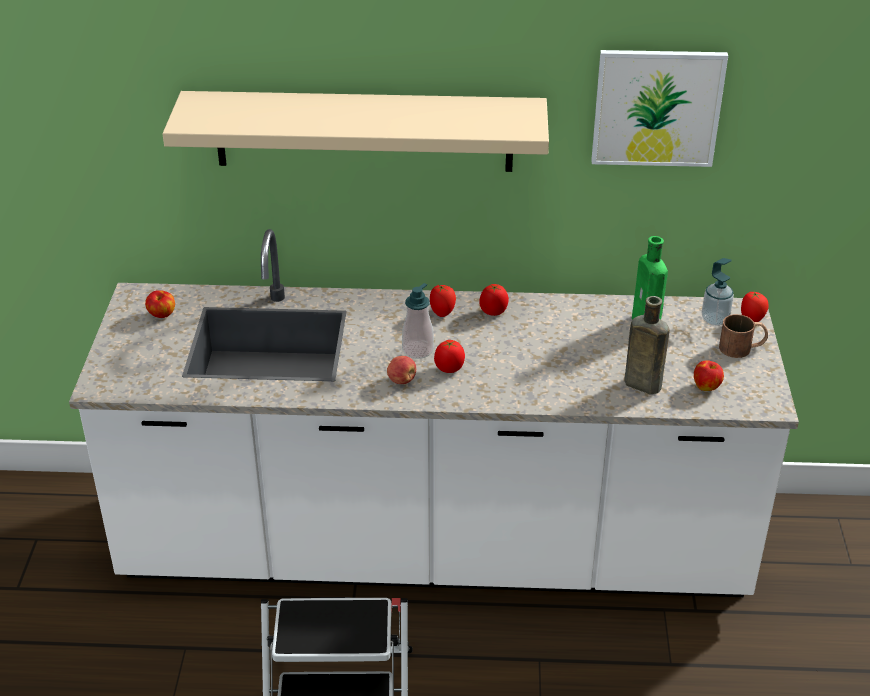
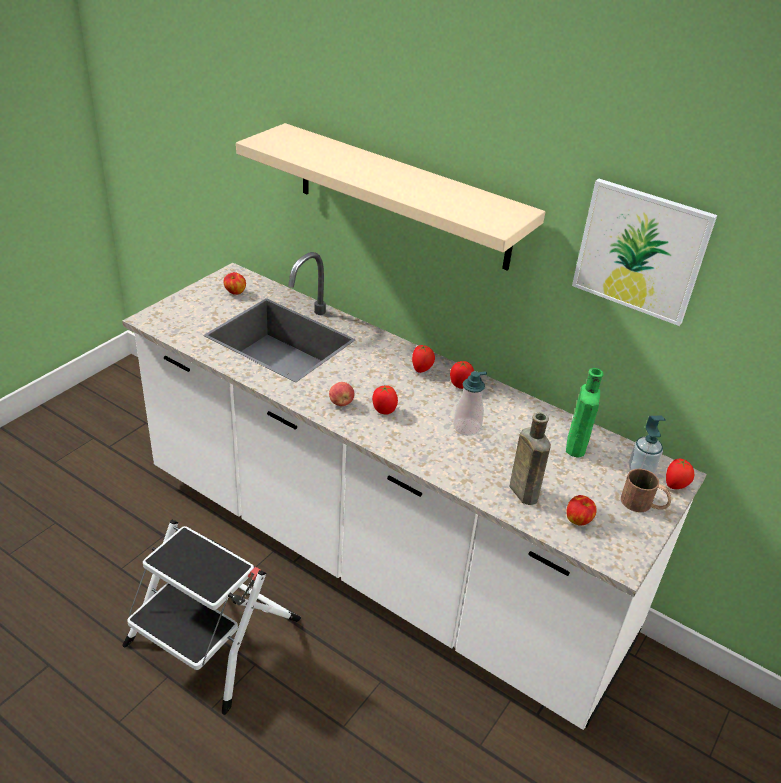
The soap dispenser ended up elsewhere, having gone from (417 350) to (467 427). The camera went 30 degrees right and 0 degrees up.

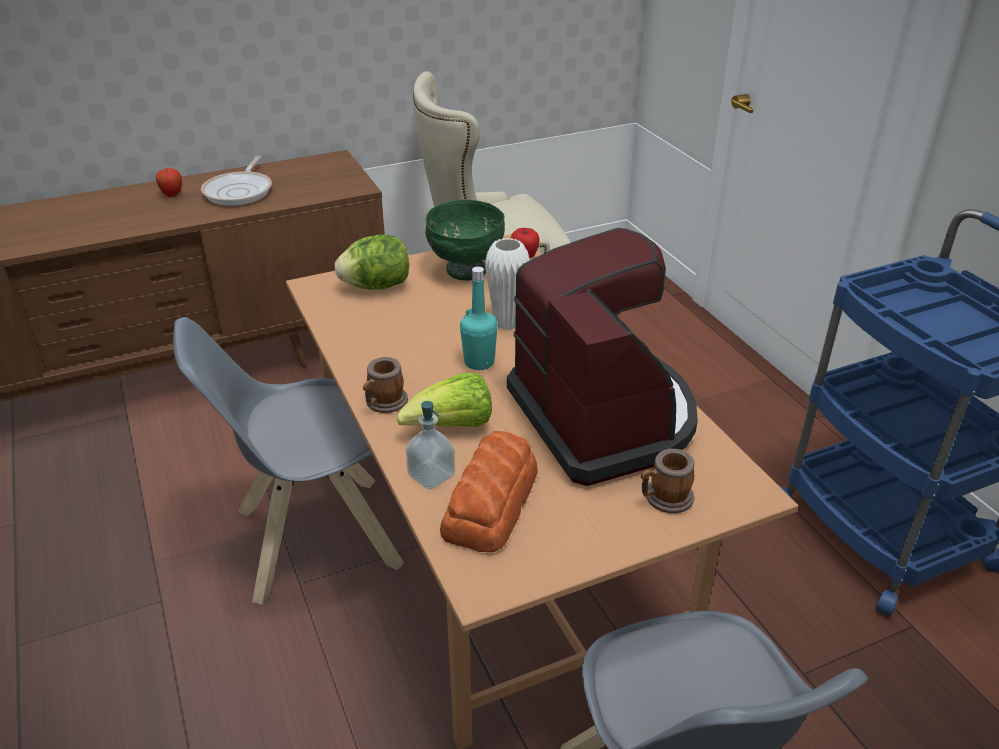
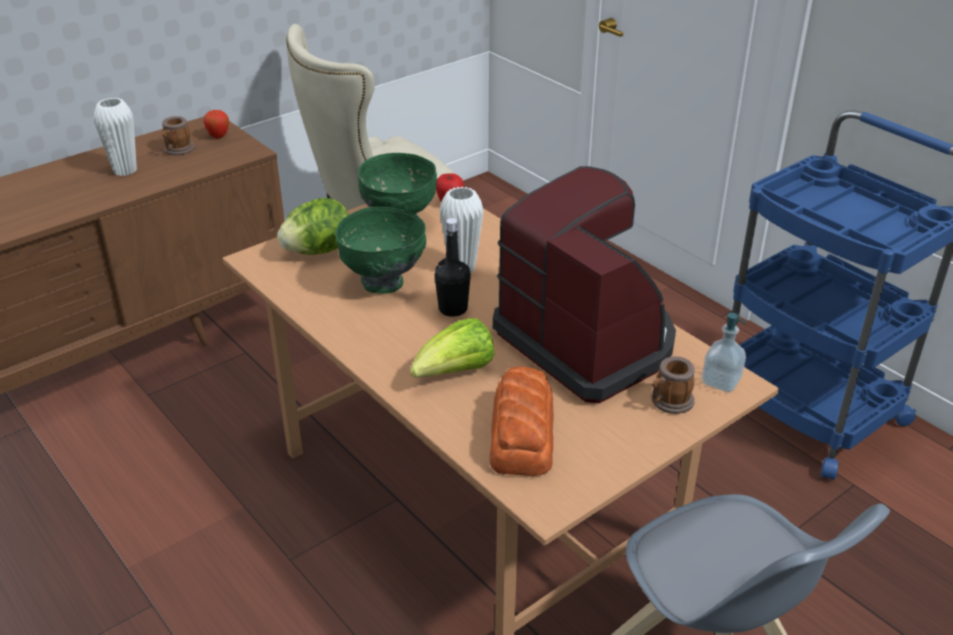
Where the frying pan stood at (240 191), the white vase came to stand at (125 170). The mug ended up elsewhere, having gone from (384 403) to (177 150). The apple ended up elsewhere, having gone from (172 195) to (218 136). The second view gained the green bowl at (383 283). What was the turquoise bottle at (479 362) turned into the black bottle at (453 309). The soap dispenser ended up elsewhere, having gone from (431 476) to (721 381). The second view lost the grey chair at (312 539). The camera went 15 degrees left and 0 degrees up.

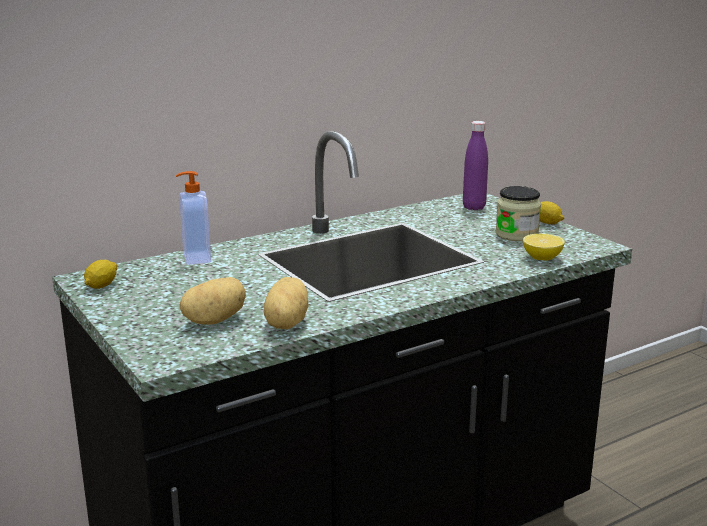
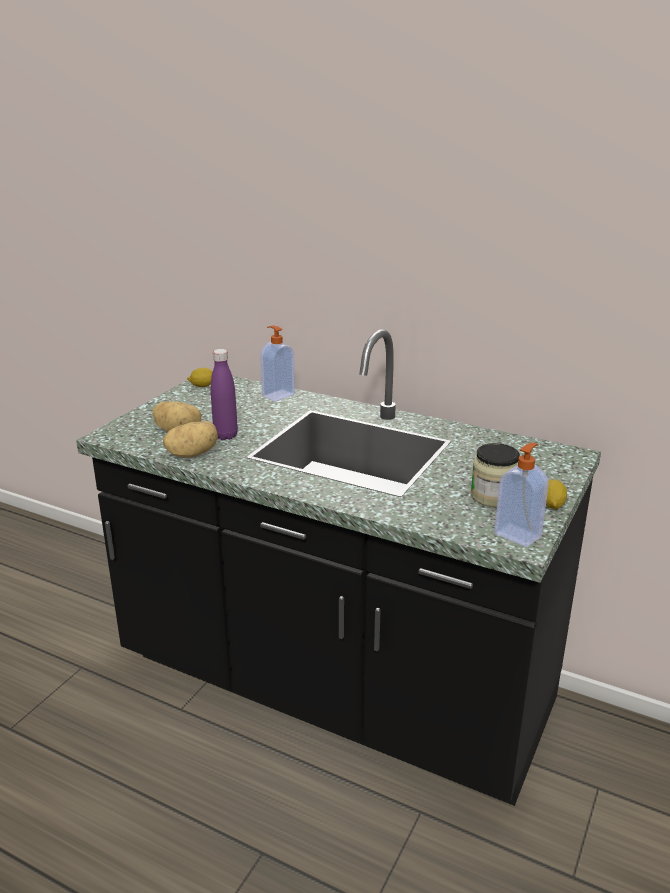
The purple bottle ended up elsewhere, having gone from (474 207) to (225 436). The second view gained the soap dispenser at (518 534). The second view lost the lemon at (542 258). The camera went 60 degrees right and 5 degrees up.

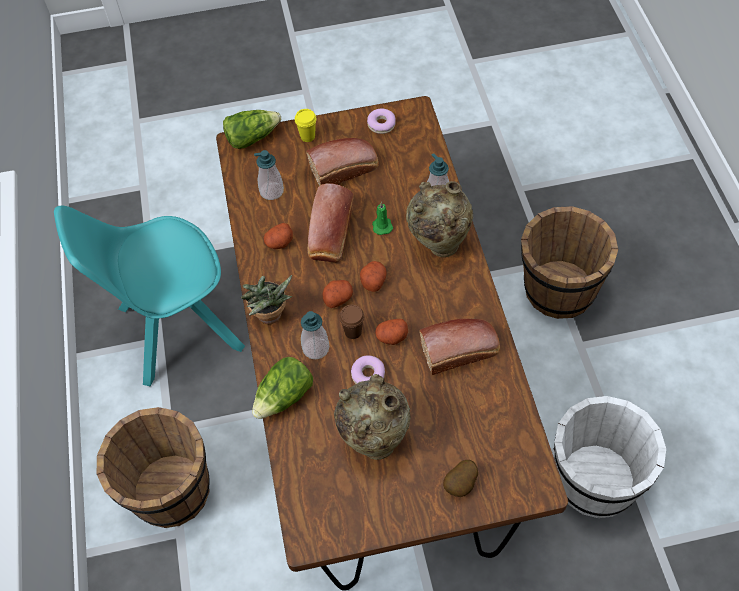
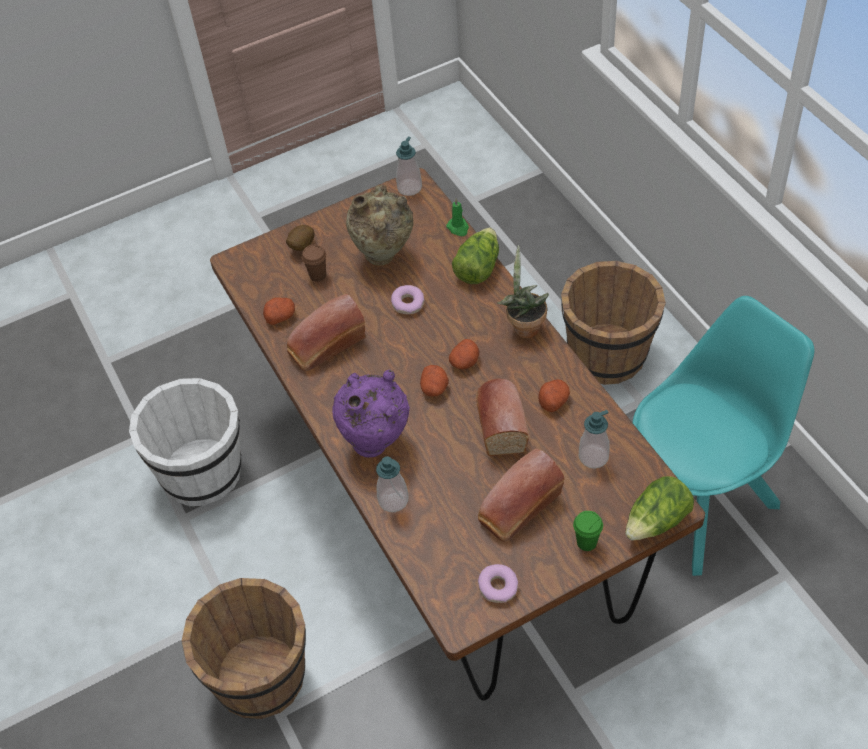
The potato ended up elsewhere, having gone from (391 337) to (280 316). The brown cup ended up elsewhere, having gone from (353 332) to (318 275). What was the beige vase at (438 245) turned into the purple vase at (376 443). The soap dispenser ended up elsewhere, having gone from (315 348) to (409 188). The green candle ended up elsewhere, having gone from (382 225) to (458 228). What was the yellow cup at (307 136) turned into the green cup at (586 542). The camera went 165 degrees right and 5 degrees down.

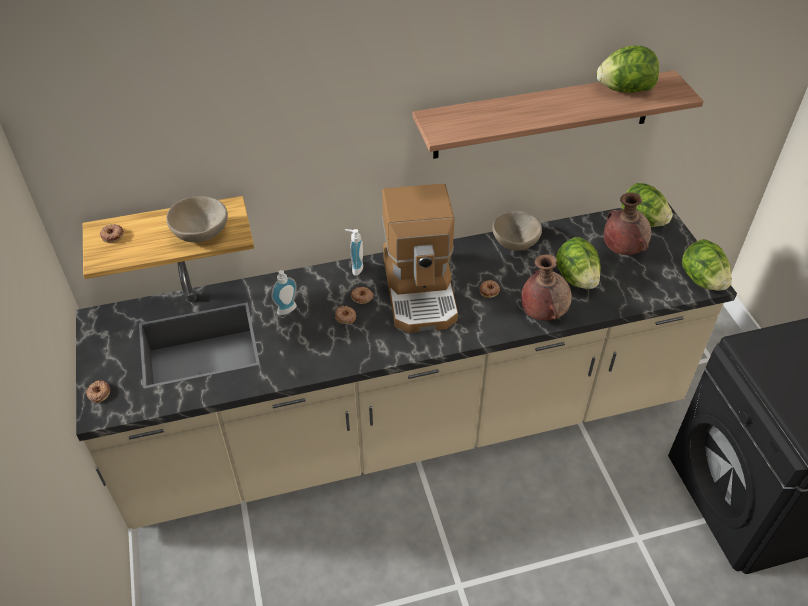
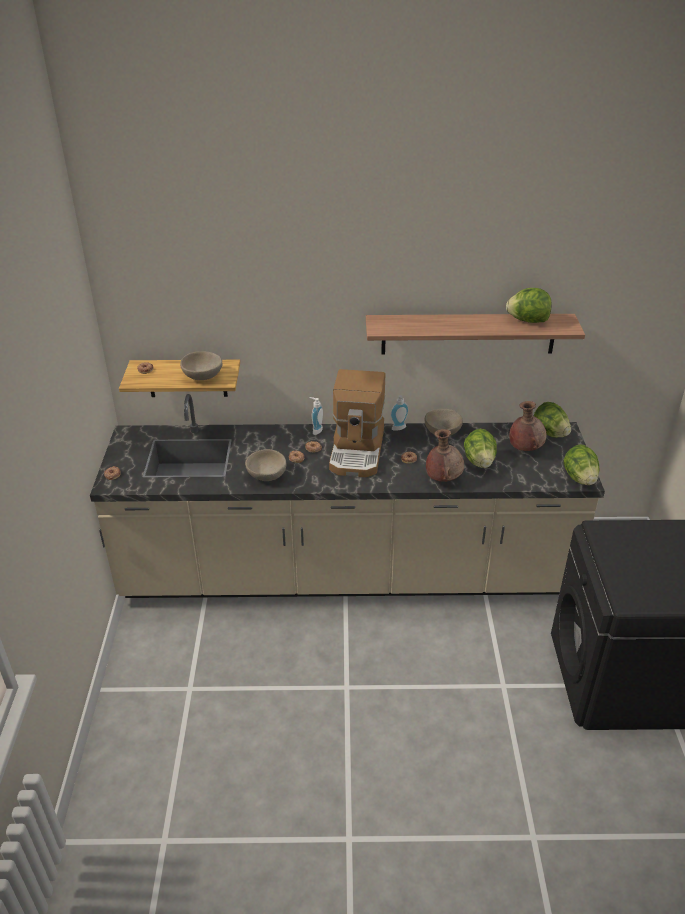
The second view gained the beige bowl at (266 475). The soap dispenser ended up elsewhere, having gone from (288 311) to (399 429). The camera went 15 degrees right and 10 degrees down.

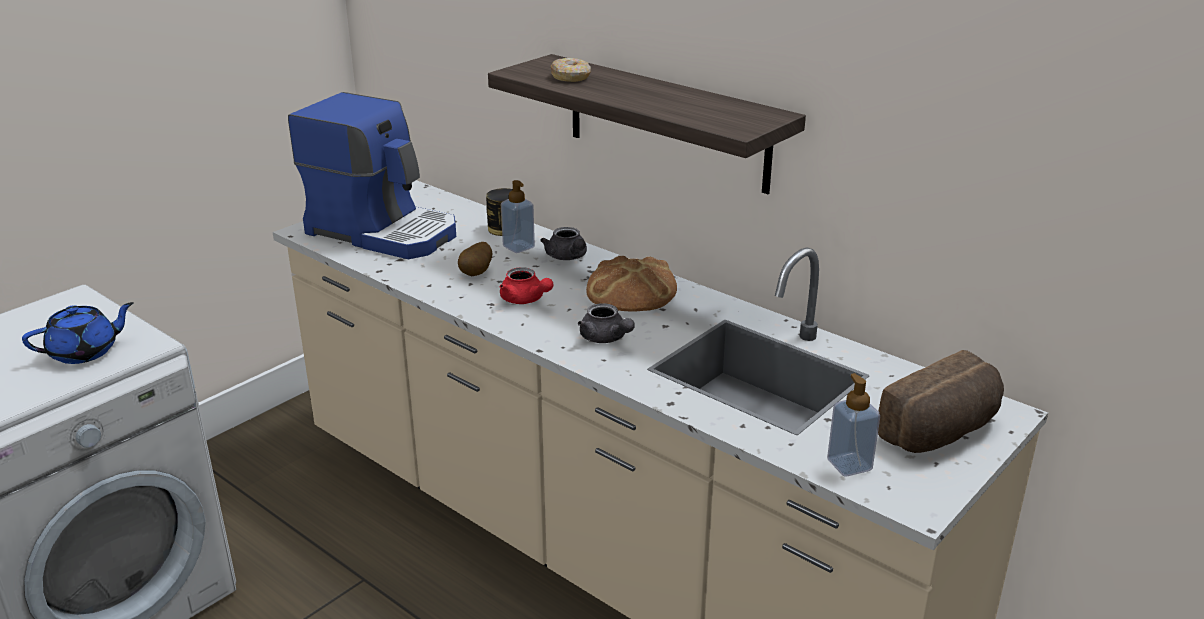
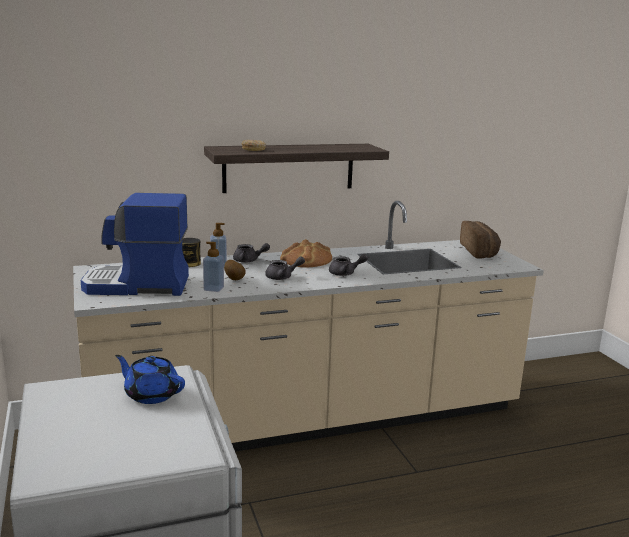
The coffee machine at (384 231) ended up facing another way, 150 degrees counterclockwise from before. The blue teapot at (85 352) ended up facing another way, 60 degrees counterclockwise from before. The soap dispenser ended up elsewhere, having gone from (849 465) to (213 289). What was the red teapot at (525 300) turned into the grey teapot at (283 277). The camera went 60 degrees left and 10 degrees down.

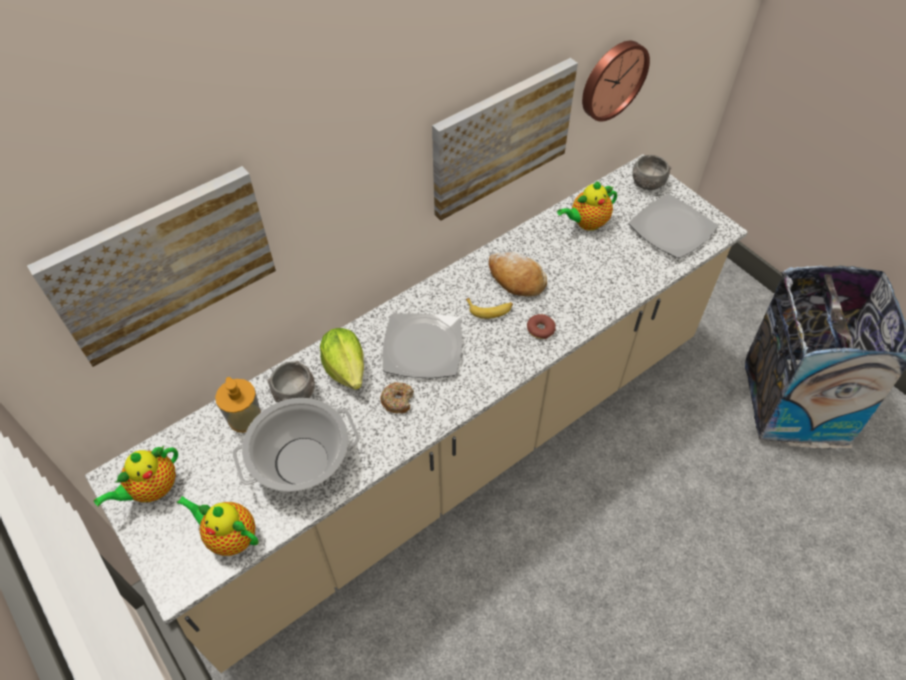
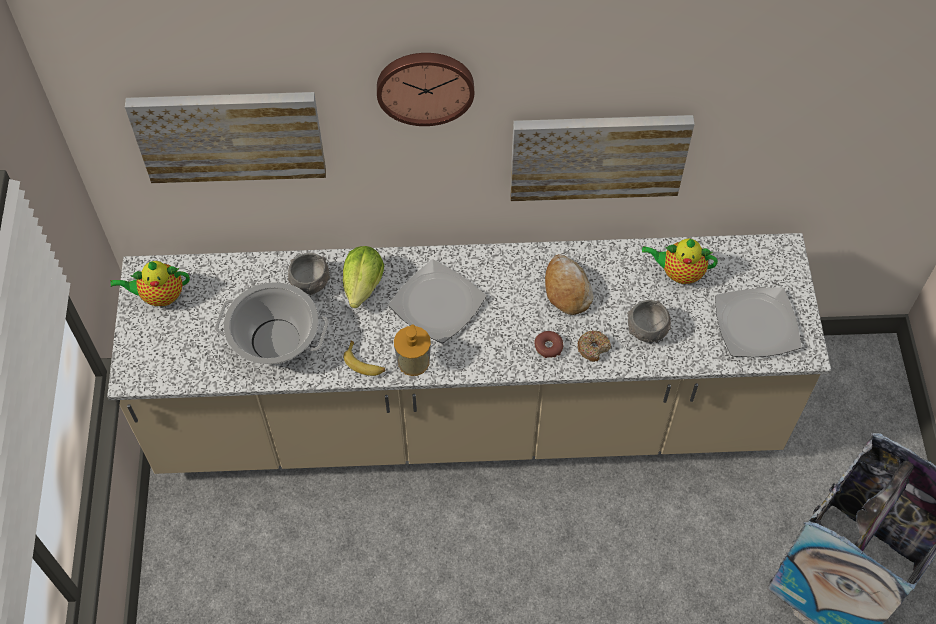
The banana ended up elsewhere, having gone from (490 309) to (364 363). The wall clock ended up elsewhere, having gone from (612 79) to (425 85). The soap dispenser ended up elsewhere, having gone from (244 417) to (413 361). The donut ended up elsewhere, having gone from (398 400) to (593 348). The grey bowl ended up elsewhere, having gone from (648 182) to (647 329). The second view lost the teapot at (229 536). The camera went 35 degrees right and 5 degrees up.

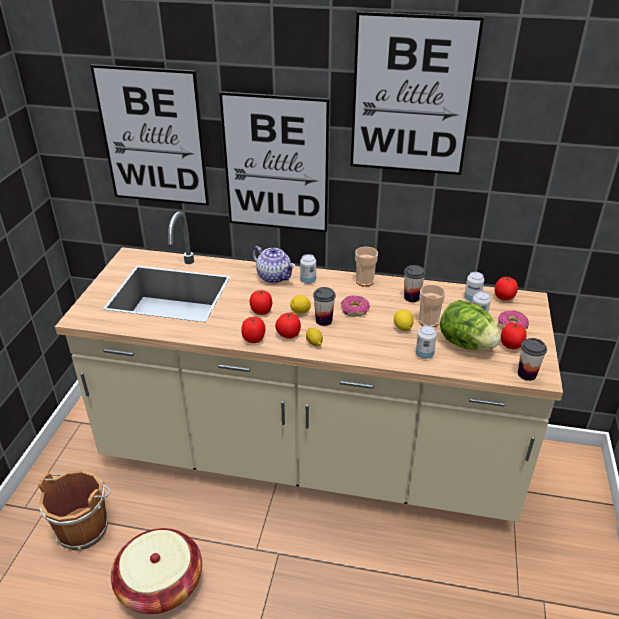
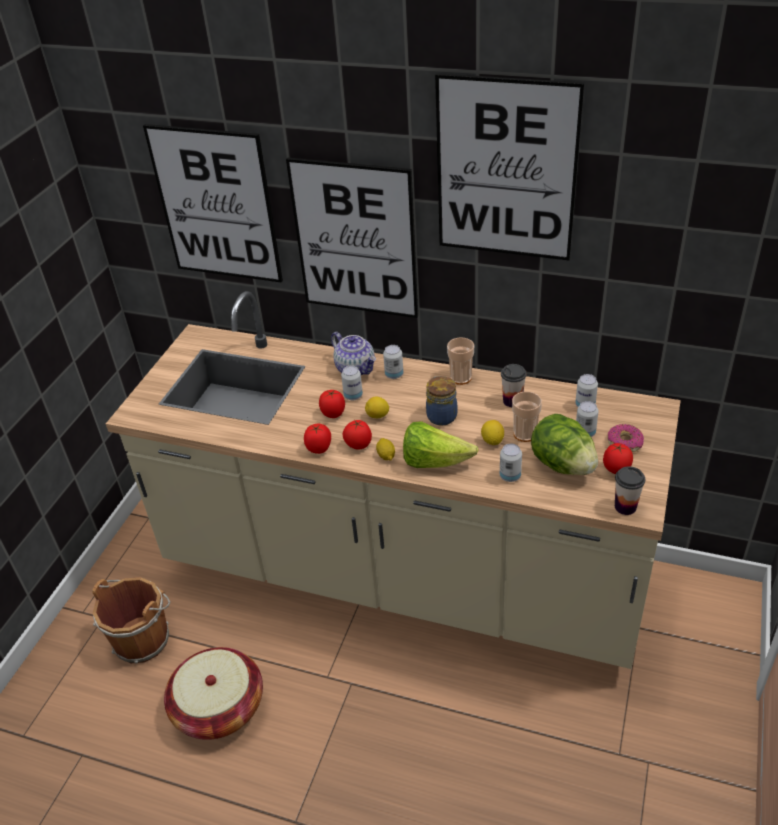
The second view gained the can at (353 396). The second view gained the lettuce at (434 462). Where the donut stood at (355 310), the jar came to stand at (441 415). The second view lost the cup at (323 320). The second view lost the tomato at (504 298). The camera went 10 degrees right and 5 degrees up.

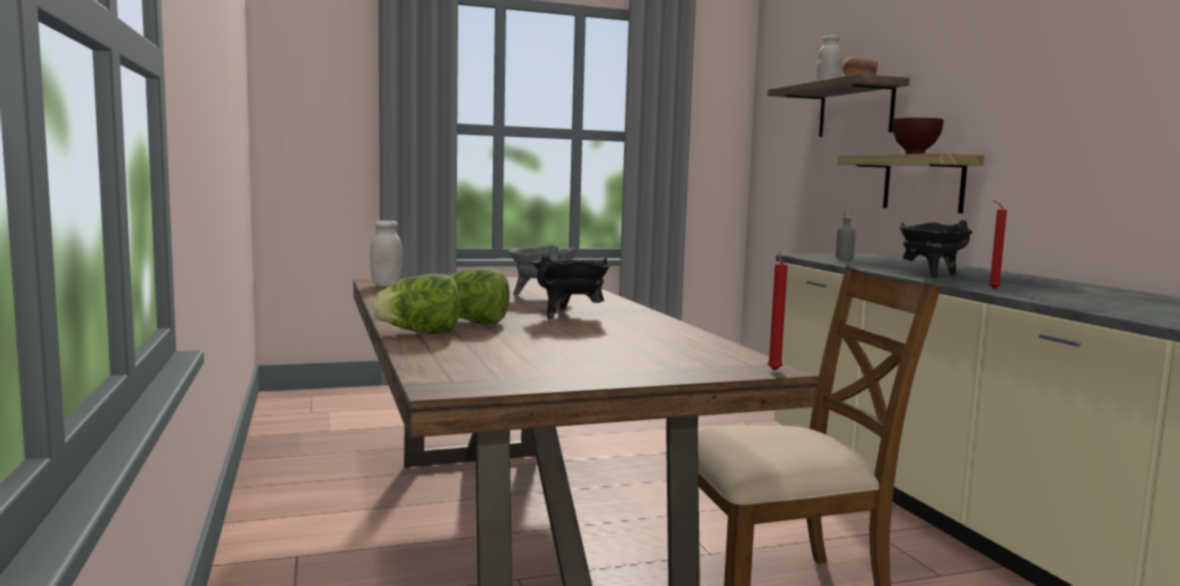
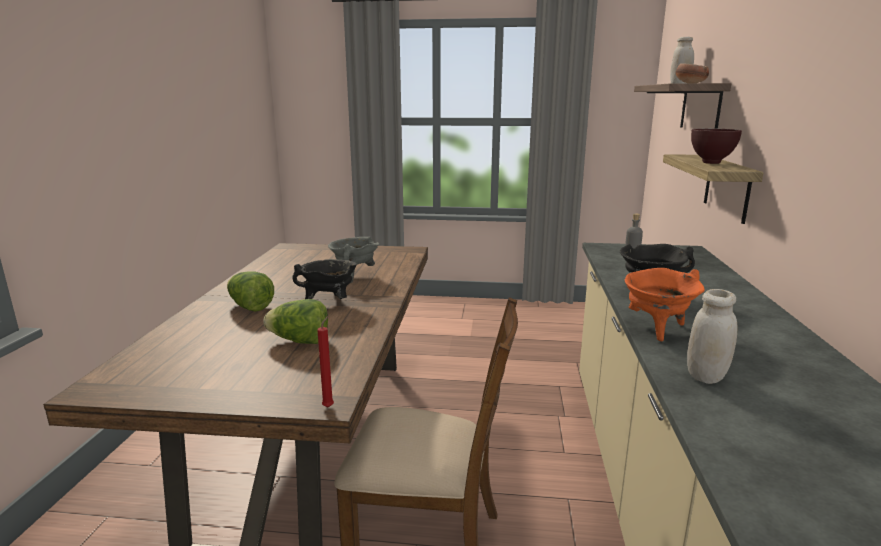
The lettuce ended up elsewhere, having gone from (420 333) to (299 341). Where the red candle stood at (992 288), the orange cooking pot came to stand at (657 329). The white jar ended up elsewhere, having gone from (386 285) to (706 376). The camera went 25 degrees right and 10 degrees up.

